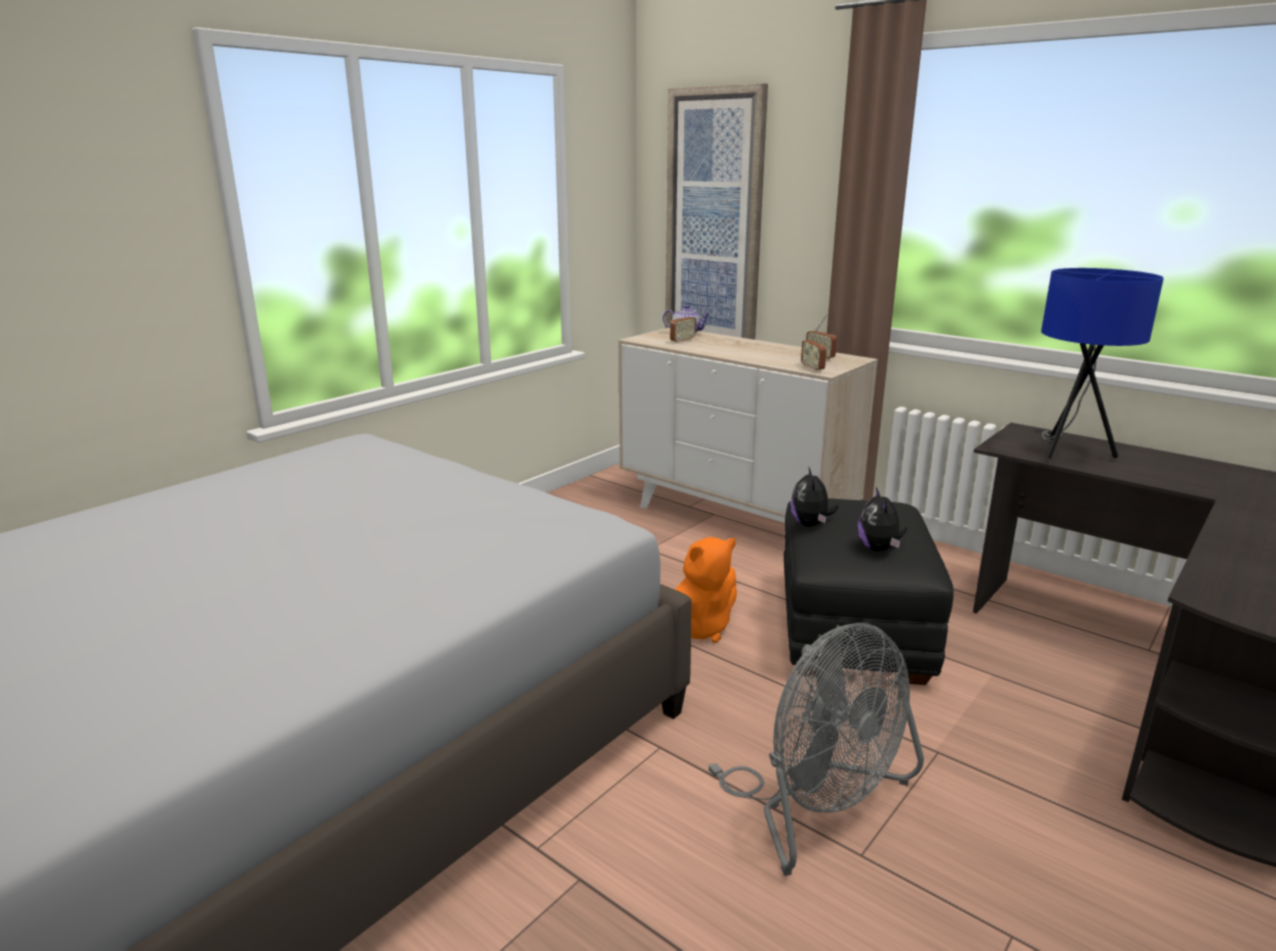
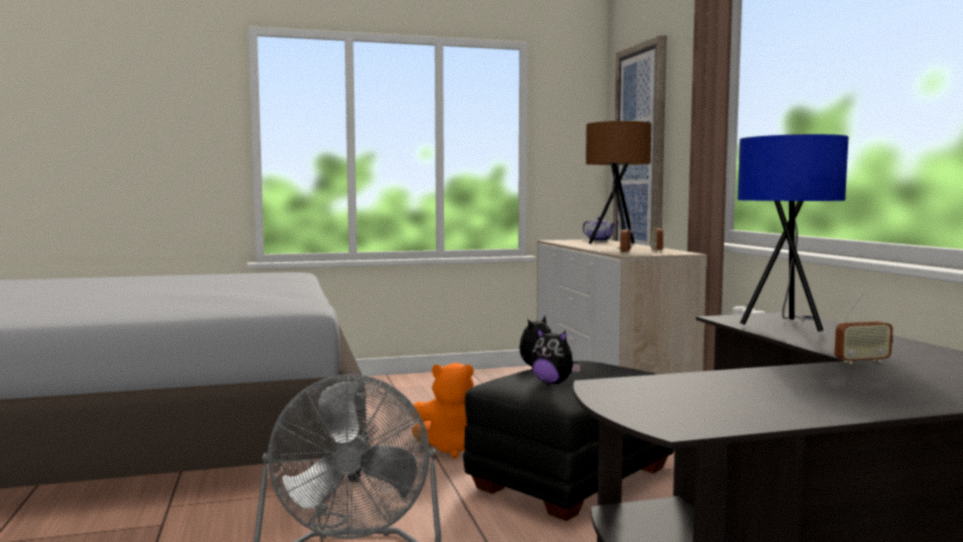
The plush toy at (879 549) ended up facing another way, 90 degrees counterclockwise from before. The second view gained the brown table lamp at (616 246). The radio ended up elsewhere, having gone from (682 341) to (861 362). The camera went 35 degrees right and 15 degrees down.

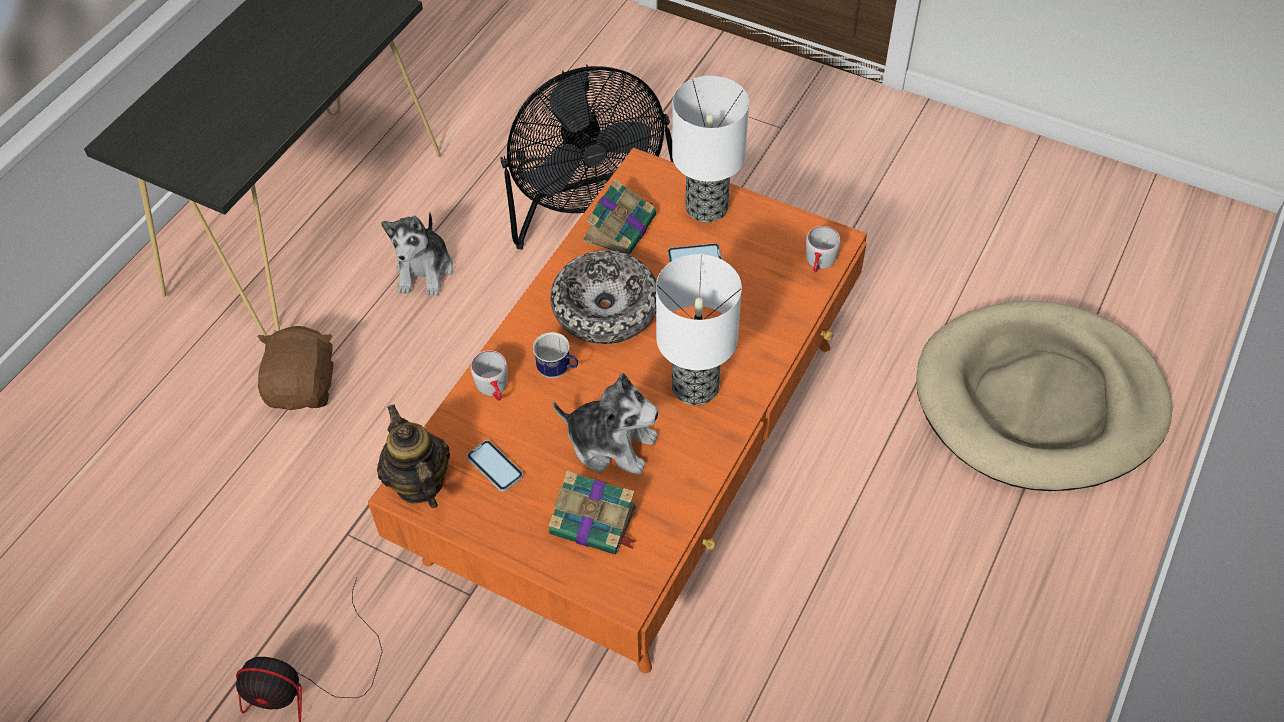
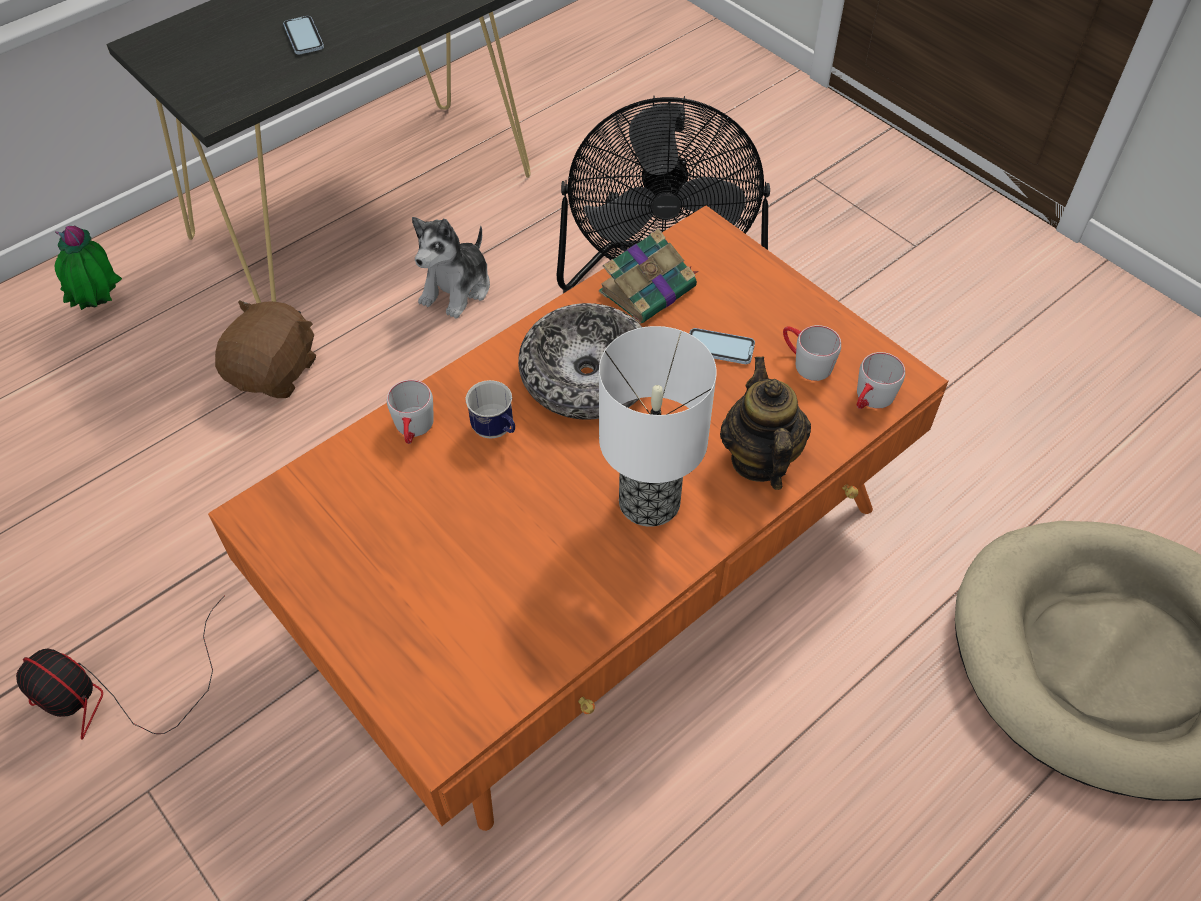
The second view gained the potted plant at (101 306). The phone ended up elsewhere, having gone from (495 467) to (304 37). The teapot ended up elsewhere, having gone from (419 483) to (759 459). The second view gained the grey mug at (805 362). The second view lost the book at (595 521). The second view lost the plush toy at (611 443). The second view lost the table lamp at (705 207). The camera went 20 degrees right and 0 degrees up.

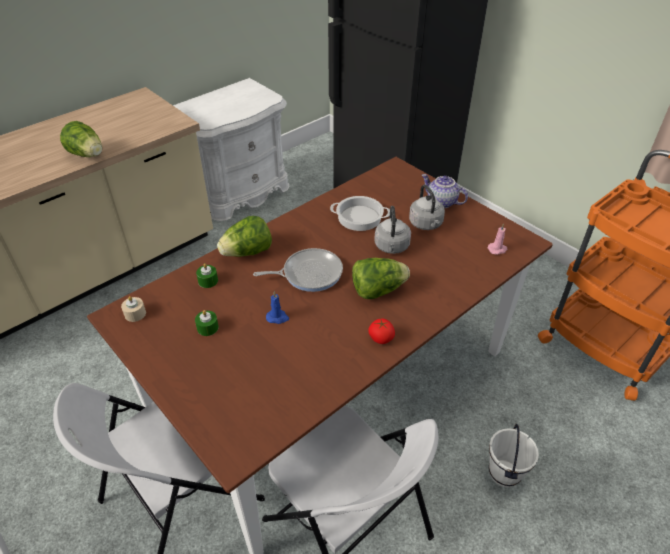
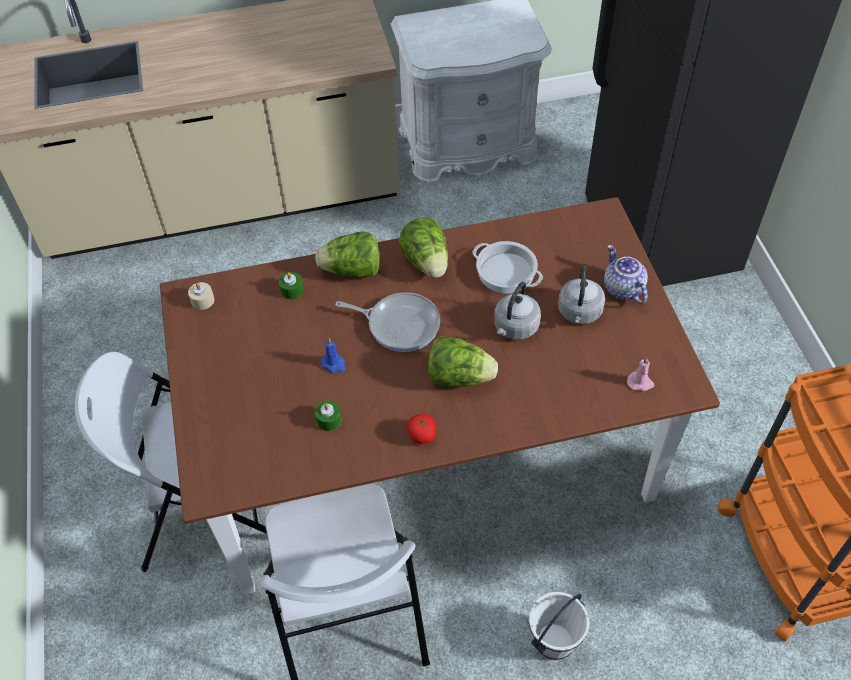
The green candle ended up elsewhere, having gone from (207 328) to (329 420). The lettuce ended up elsewhere, having gone from (87 155) to (427 262). The camera went 30 degrees right and 10 degrees up.

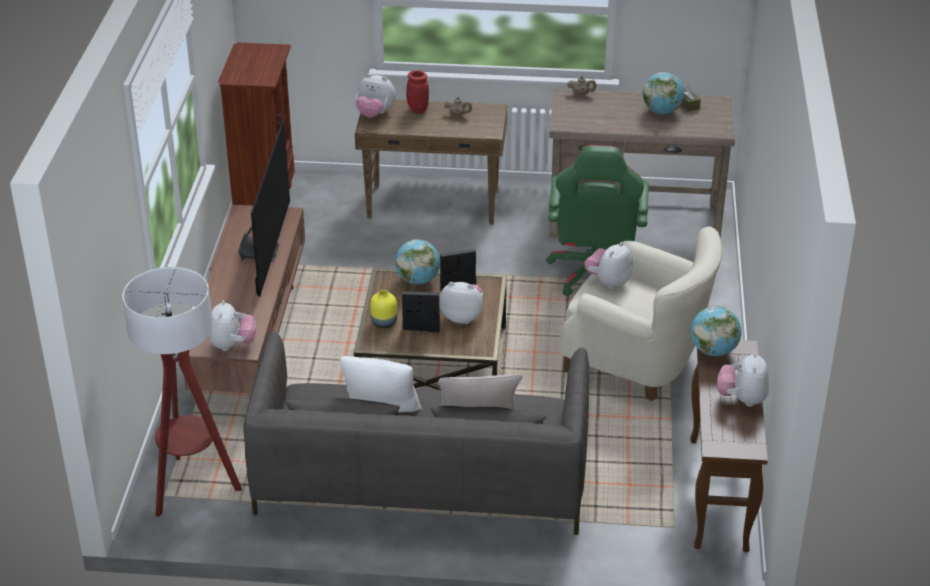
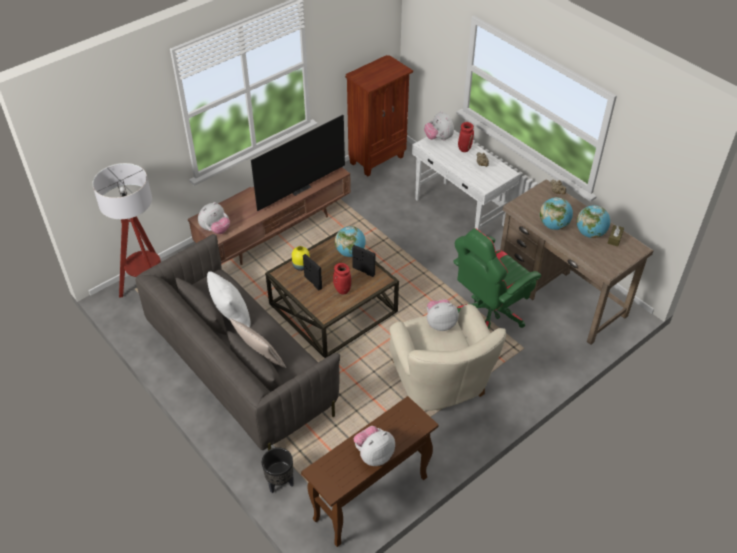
The second view gained the black planter at (280 483). Where the plush toy stood at (462 317), the red vase came to stand at (342 290). What was the brown console table at (434 204) turned into the white console table at (460 212). The globe ended up elsewhere, having gone from (713 351) to (553 225). The camera went 45 degrees right and 10 degrees up.

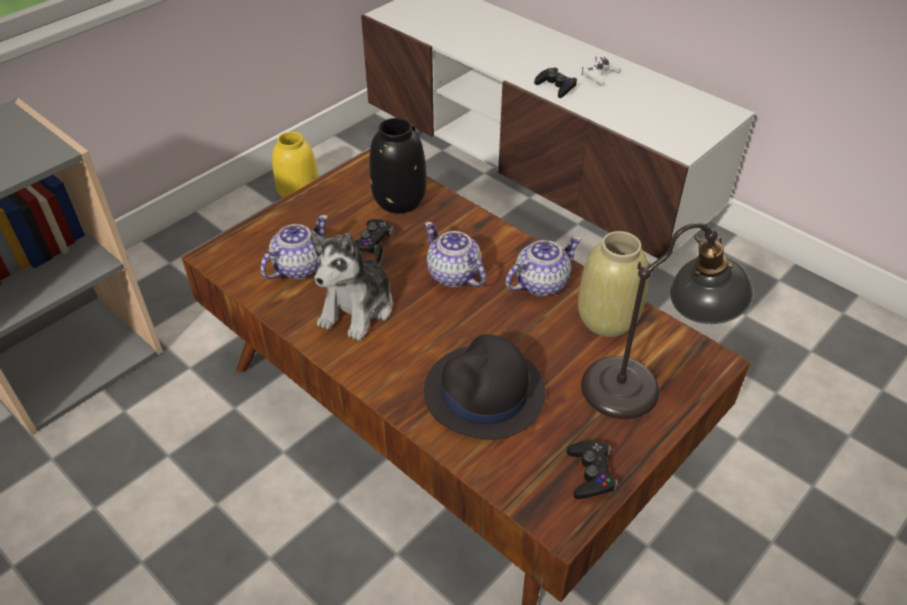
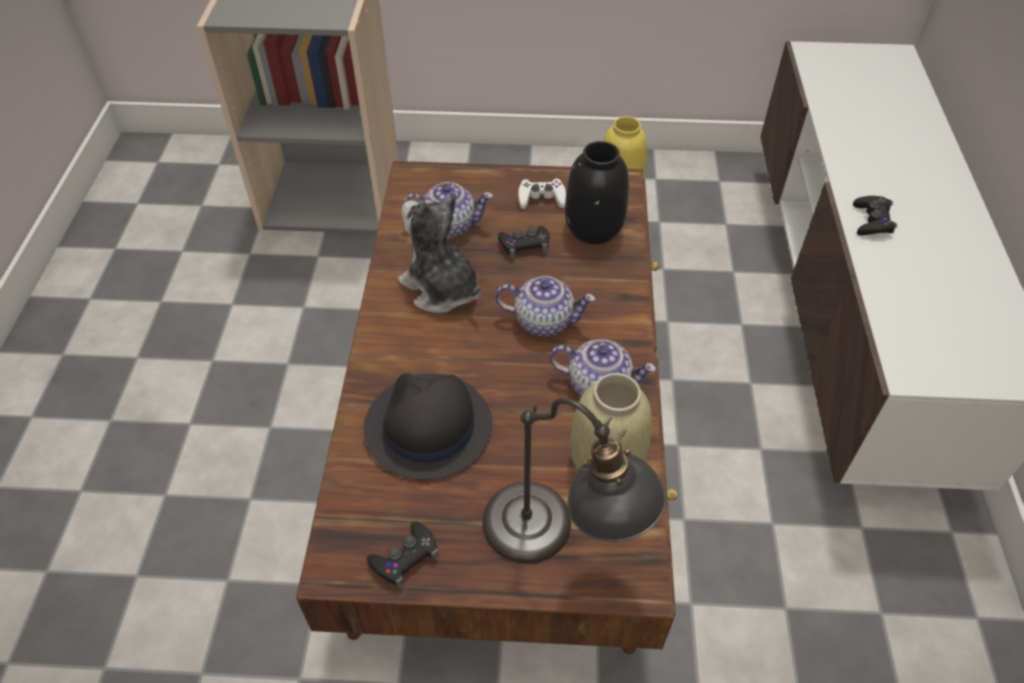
The plush toy at (358 308) ended up facing another way, 60 degrees clockwise from before. The teapot at (454 275) ended up facing another way, 90 degrees clockwise from before. The white game controller ended up elsewhere, having gone from (600 75) to (541 198). The camera went 50 degrees right and 5 degrees up.

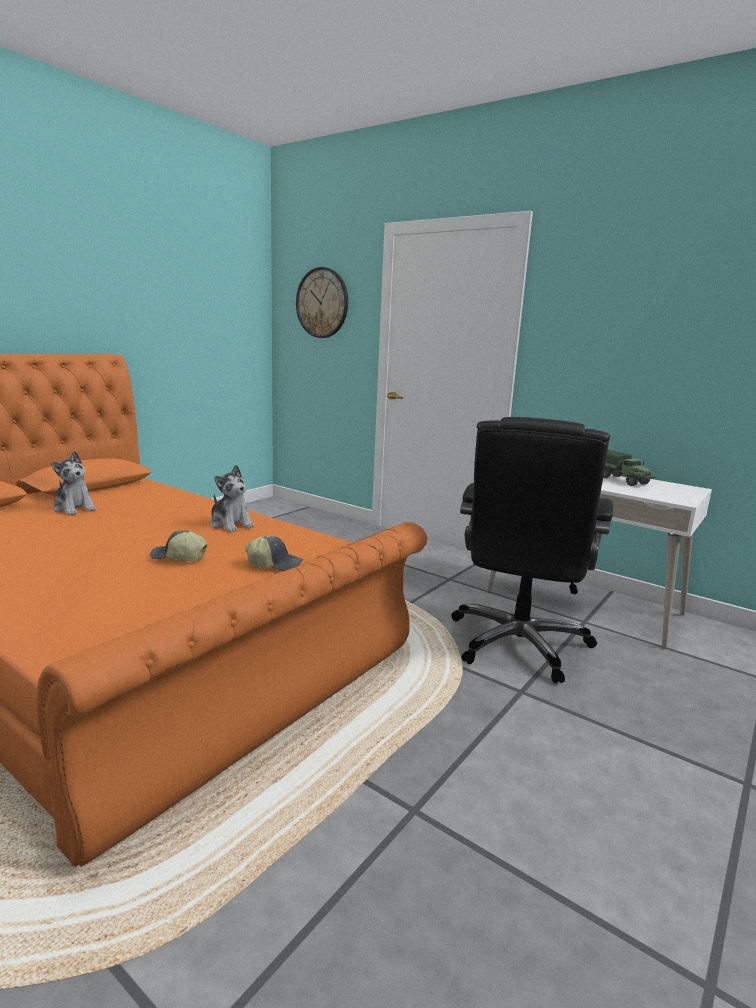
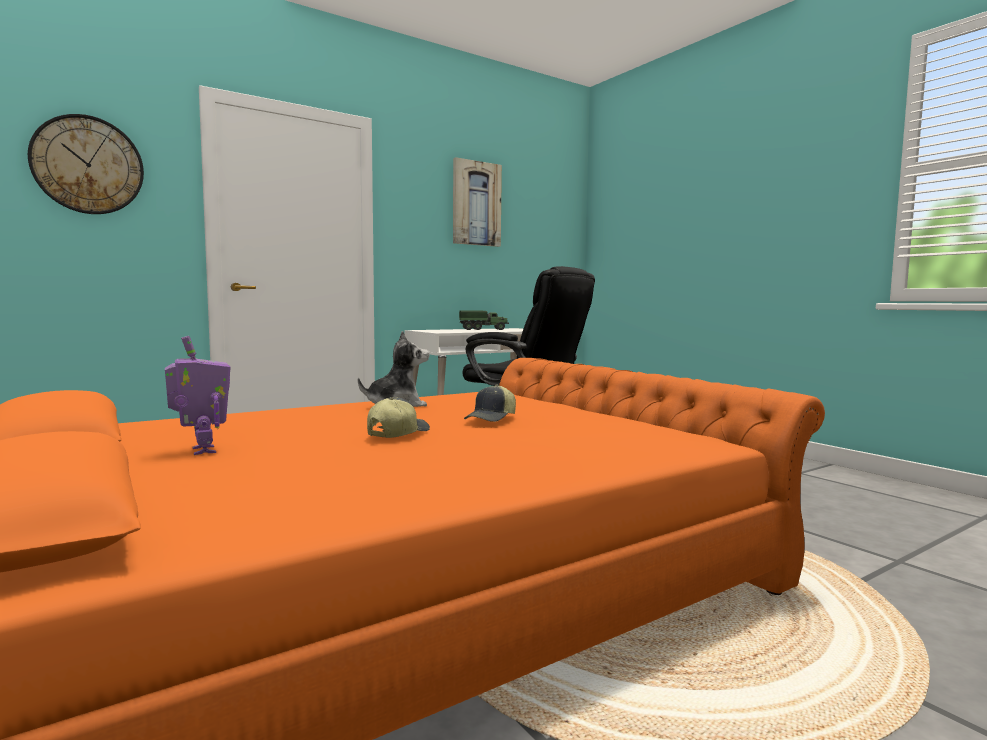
Where the plush toy stood at (74 508), the toy robot came to stand at (201 450). The cap ended up elsewhere, having gone from (275 564) to (397 433). The second view gained the picture at (476 203). The camera went 70 degrees left and 10 degrees down.

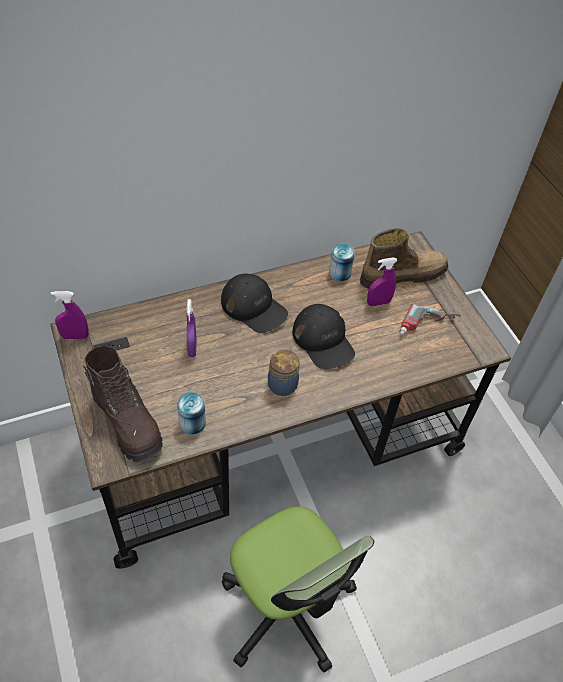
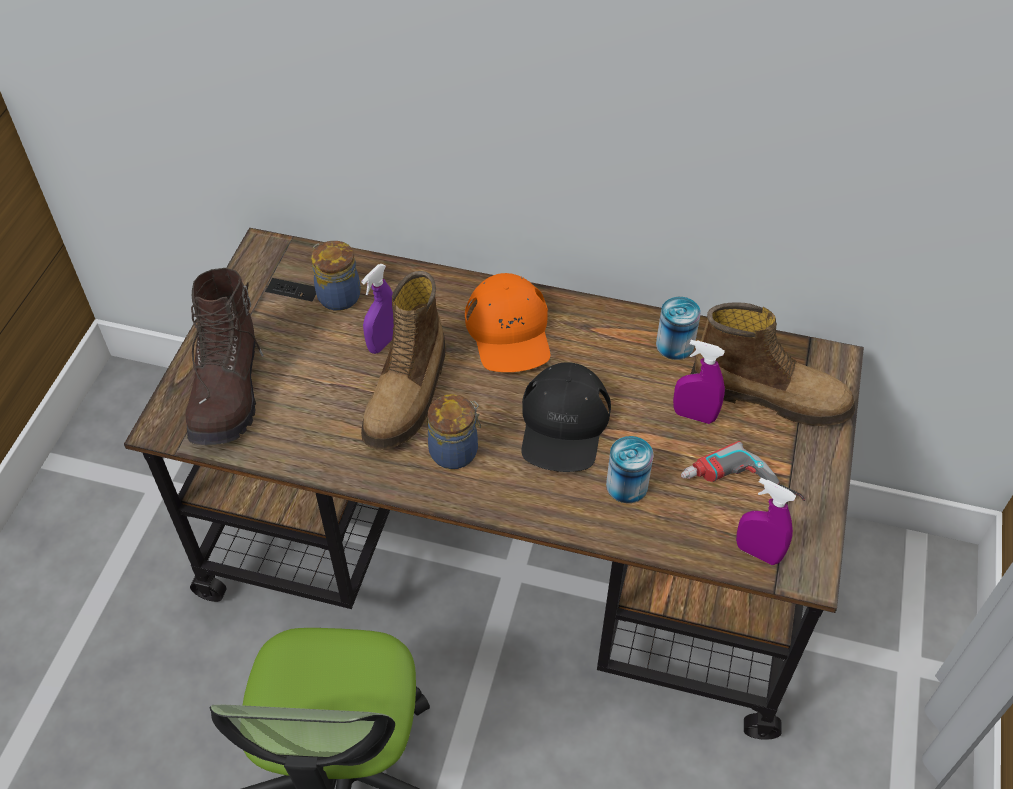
The second view gained the jar at (337 295). The second view gained the boot at (408 394). What was the black cap at (254 307) turned into the orange cap at (509 331). The can ended up elsewhere, having gone from (192 422) to (627 485). The purple spray bottle ended up elsewhere, having gone from (75 336) to (757 552). The camera went 40 degrees right and 0 degrees up.

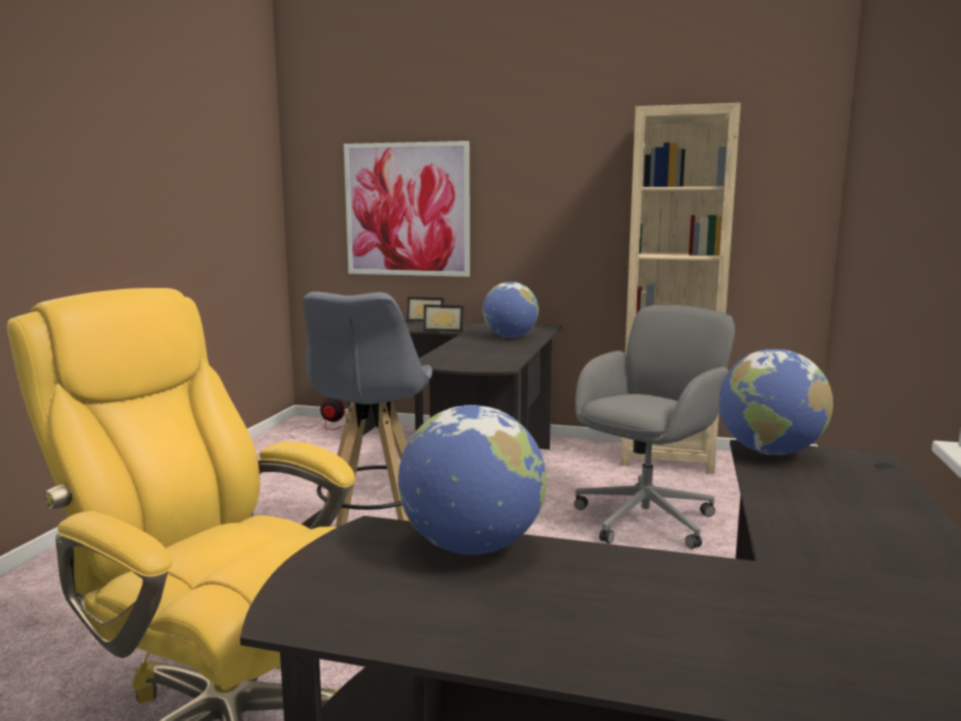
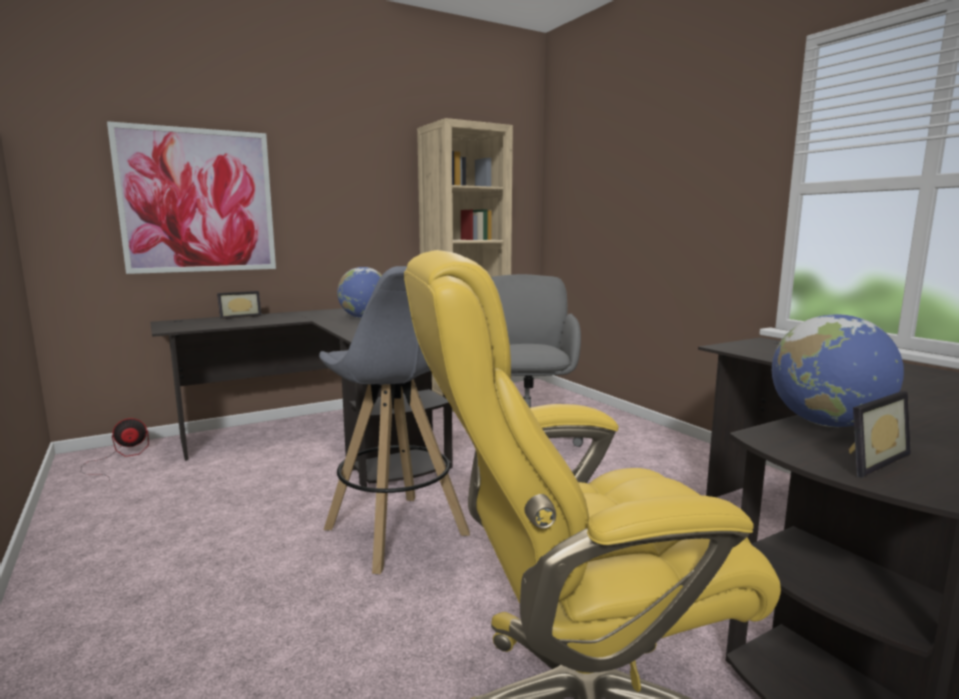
The picture frame ended up elsewhere, having gone from (444 330) to (866 460). The second view lost the globe at (769 452). The camera went 45 degrees left and 0 degrees up.

